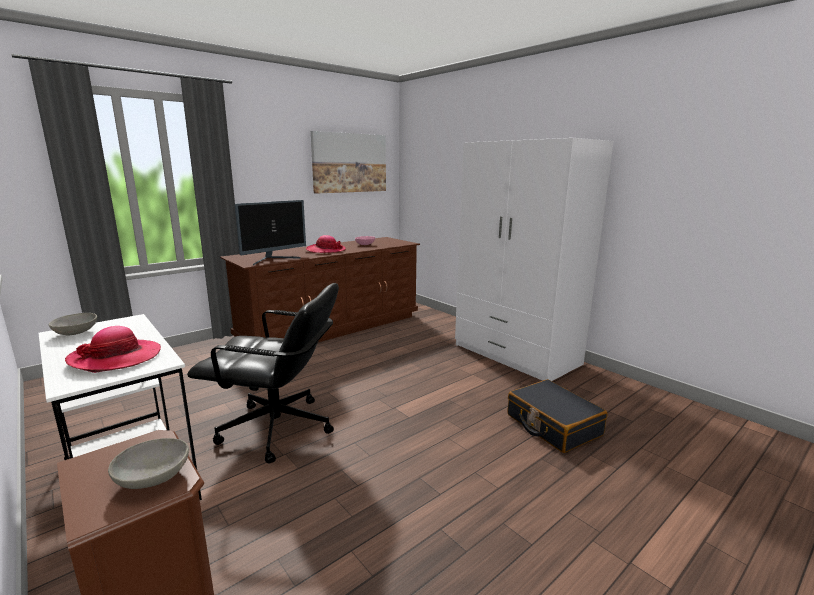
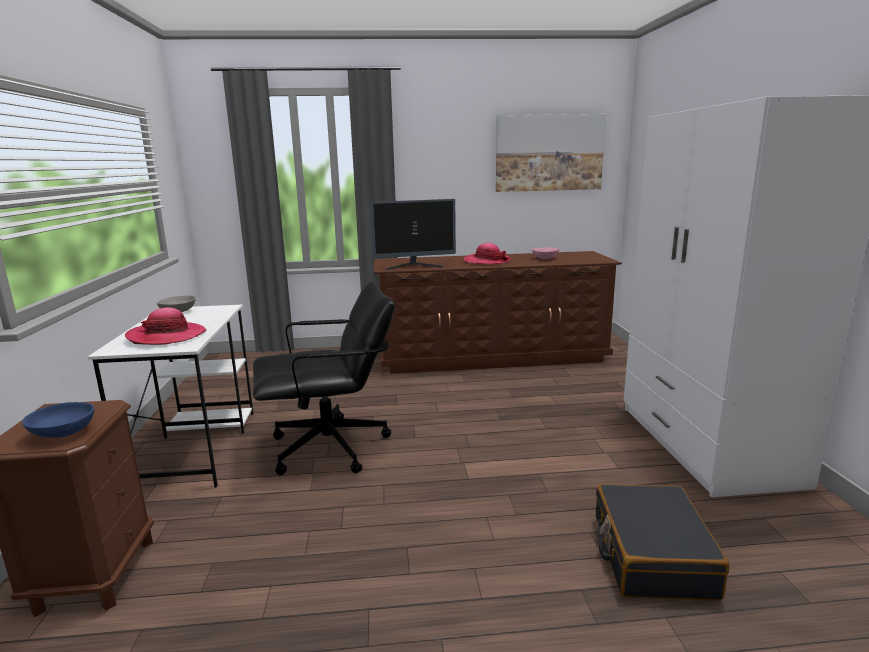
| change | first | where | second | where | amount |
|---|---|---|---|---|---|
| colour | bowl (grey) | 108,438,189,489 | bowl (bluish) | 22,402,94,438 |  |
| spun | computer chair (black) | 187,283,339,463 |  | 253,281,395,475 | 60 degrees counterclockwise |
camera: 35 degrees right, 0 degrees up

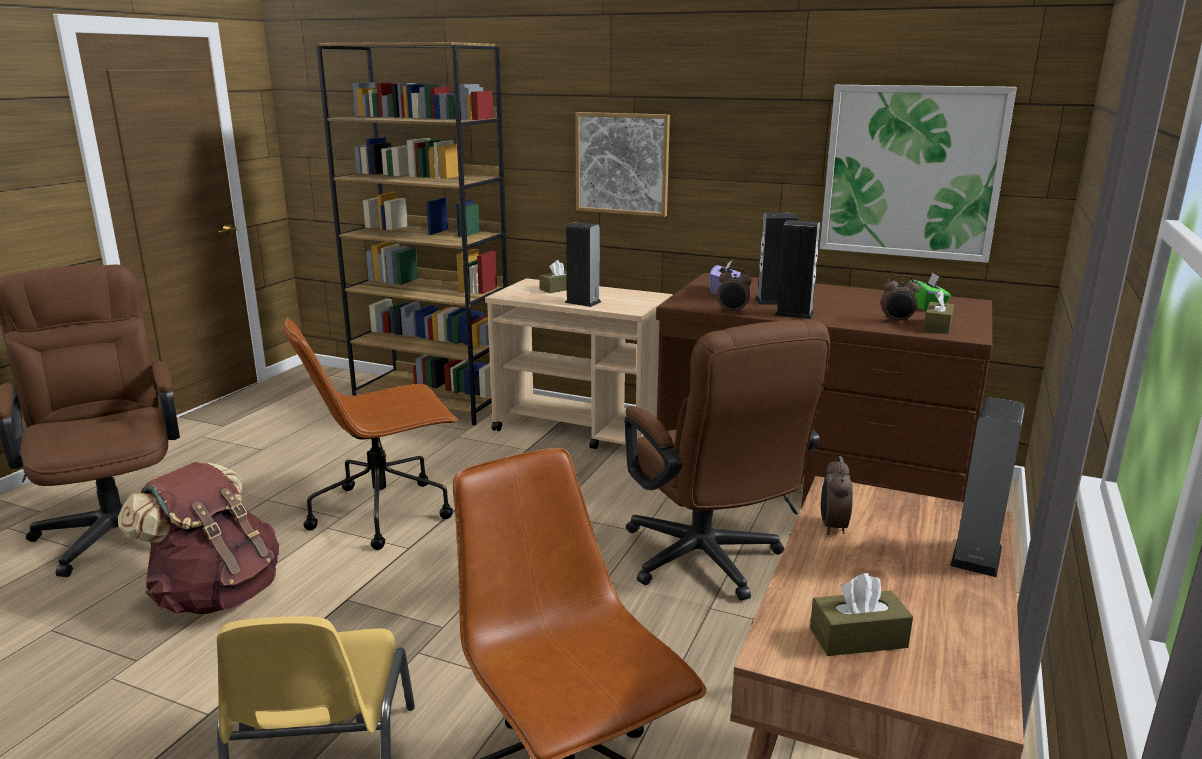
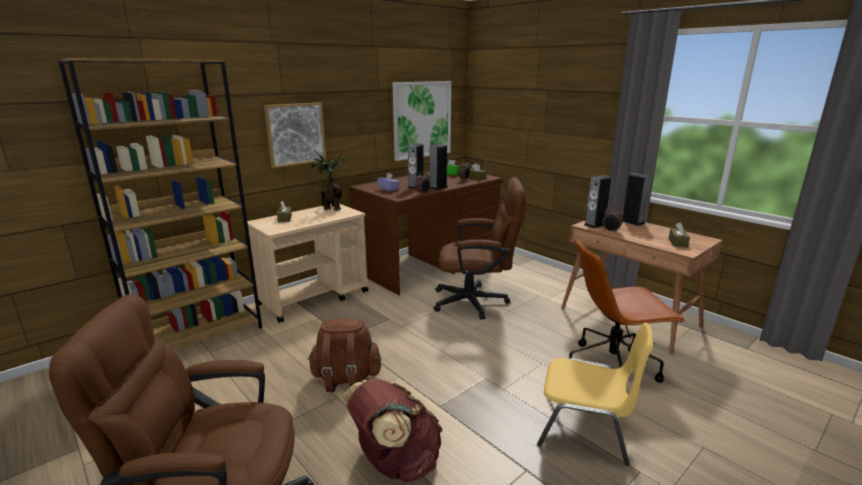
| change | first | where | second | where | amount |
|---|---|---|---|---|---|
| exchanged | computer chair (brown-coloured) | 283,318,458,550 | backpack (brown-coloured) | 308,318,381,392 |  |
| relocated | speaker | 565,222,601,307 |  | 584,175,611,228 |  |
| appeared |  |  | plant in a pot | 312,155,346,211 |  |
camera: 65 degrees left, 0 degrees up

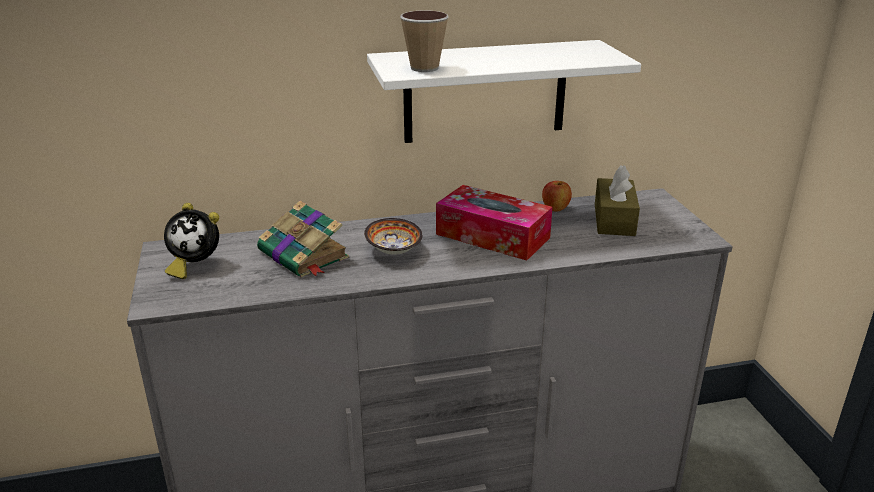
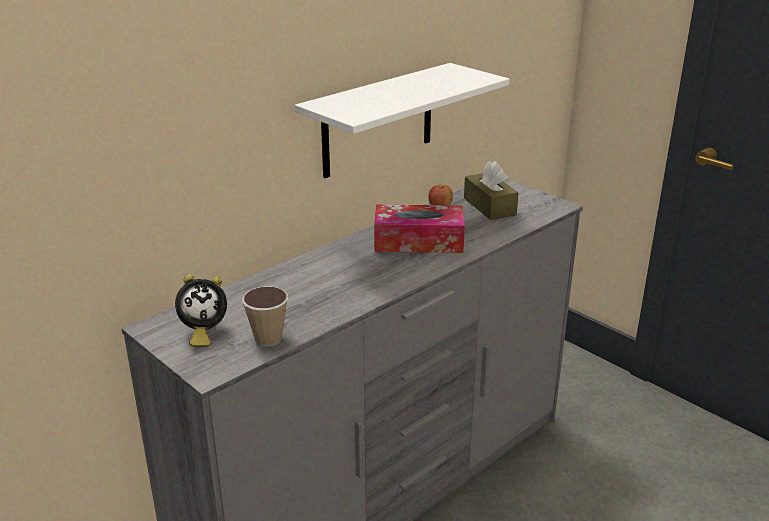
| change | first | where | second | where | amount |
|---|---|---|---|---|---|
| missing | bound book | 257,200,349,277 |  |  |  |
| missing | bowl | 364,218,422,255 |  |  |  |
| relocated | small cup | 400,11,449,72 |  | 242,286,288,347 |  |
camera: 30 degrees left, 0 degrees up

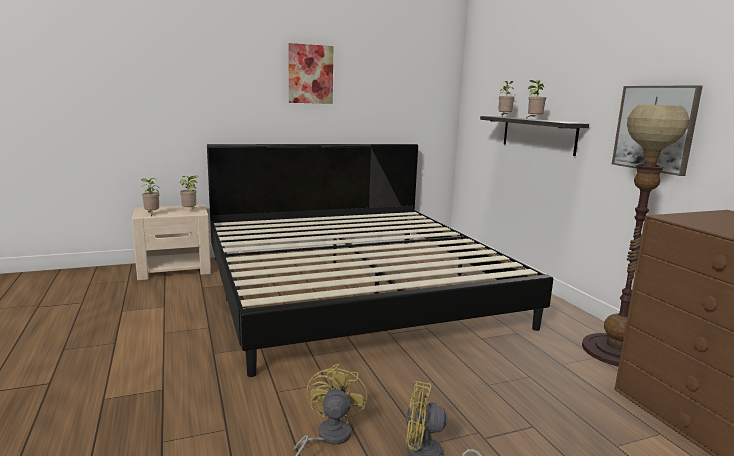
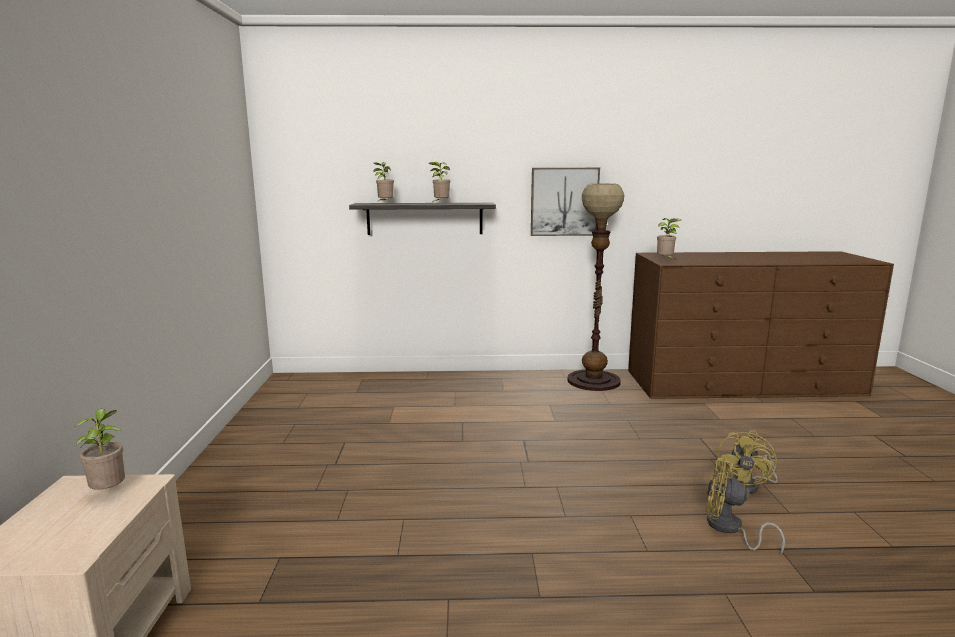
| change | first | where | second | where | amount |
|---|---|---|---|---|---|
| relocated | plant in a pot | 141,178,160,216 |  | 657,218,681,258 |  |
| missing | bed | 207,144,553,377 |  |  |  |
| missing | picture | 288,43,333,104 |  |  |  |
camera: 70 degrees left, 0 degrees up

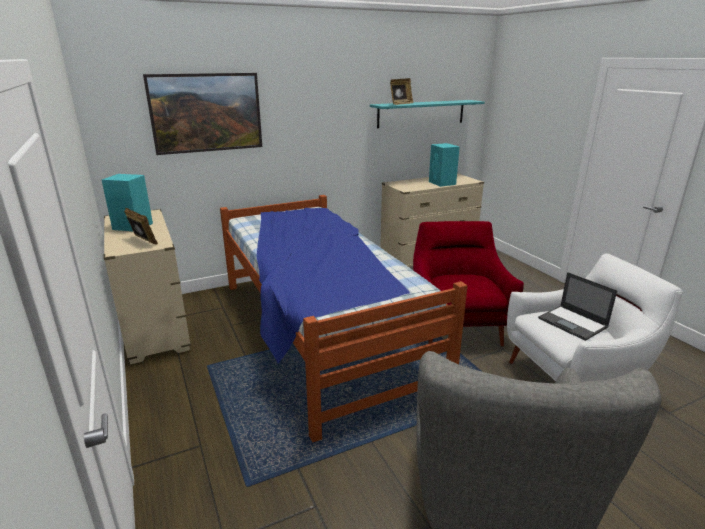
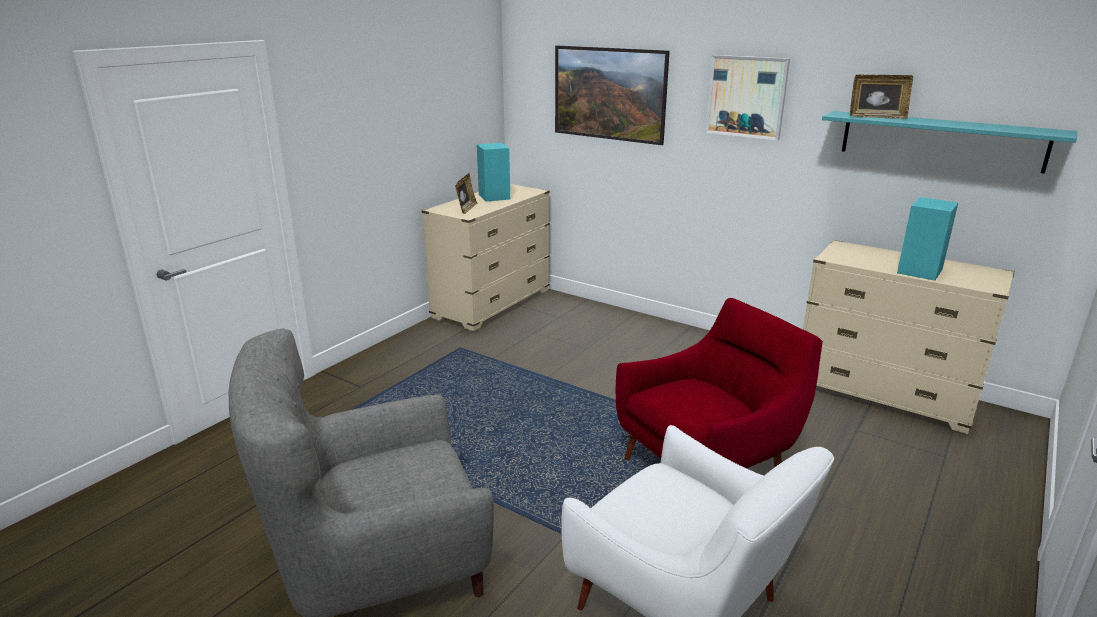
| change | first | where | second | where | amount |
|---|---|---|---|---|---|
| missing | bed | 220,195,467,442 |  |  |  |
| missing | laptop | 538,272,617,341 |  |  |  |
| appeared |  |  | picture | 705,55,790,141 |  |
camera: 60 degrees right, 0 degrees up

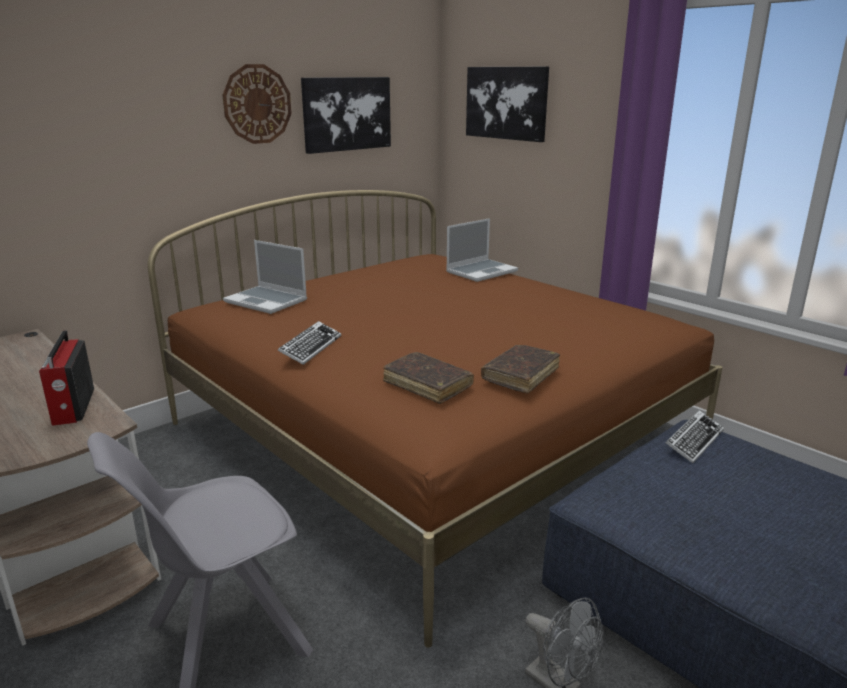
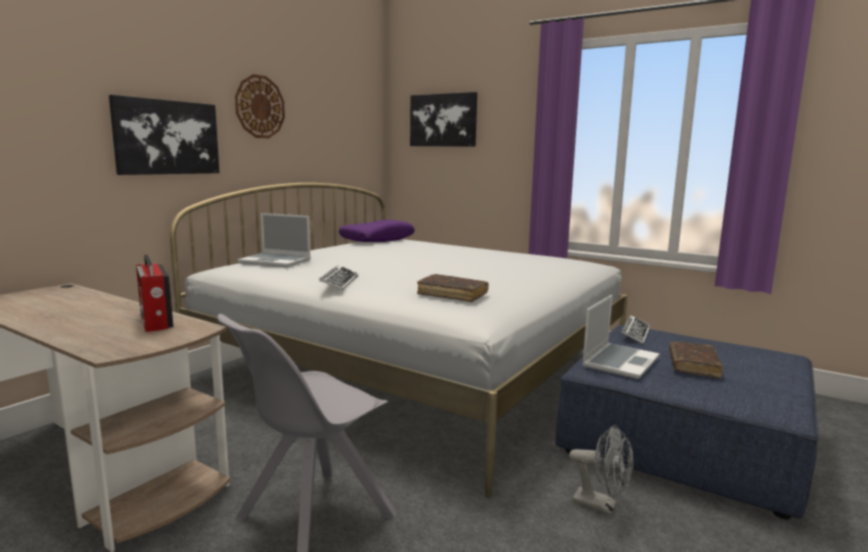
| change | first | where | second | where | amount |
|---|---|---|---|---|---|
| colour | bed (brown-coloured) | 148,190,723,648 | bed (white-coloured) | 170,183,628,498 |  |
| relocated | picture | 301,77,391,154 |  | 109,95,219,175 |  |
| relocated | laptop | 446,218,518,282 |  | 582,295,660,379 |  |
| relocated | bound book (brown-coloured) | 481,345,560,393 |  | 669,342,723,378 |  |
| appeared |  |  | pillow (purplish) | 339,220,415,242 |  |
camera: 15 degrees left, 10 degrees down

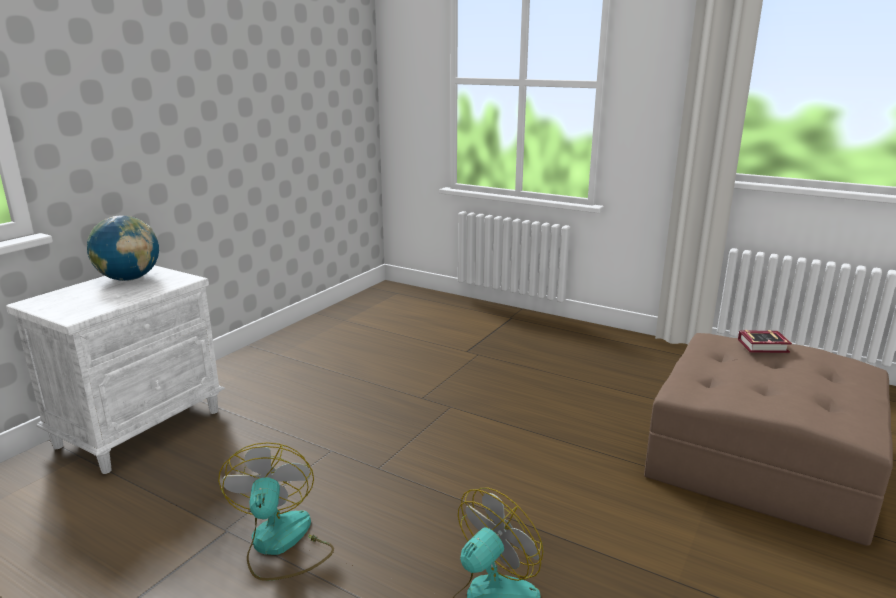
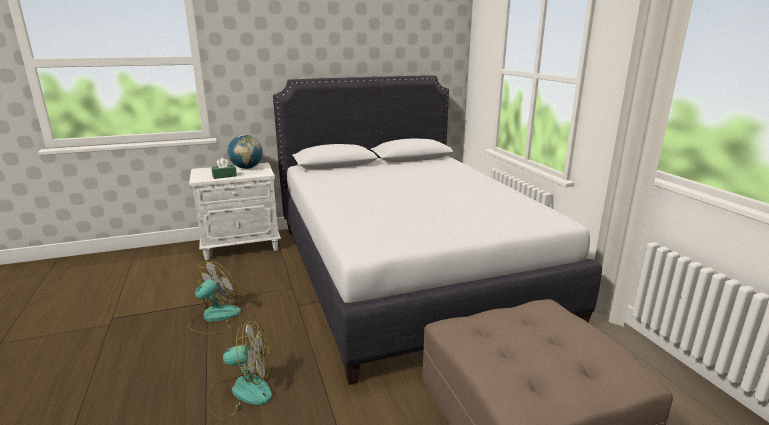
| change | first | where | second | where | amount |
|---|---|---|---|---|---|
| missing | bound book | 738,330,792,353 |  |  |  |
| appeared |  |  | tissue holder (greenish) | 211,158,237,179 |  |
| appeared |  |  | bed (white-coloured) | 273,75,602,385 |  |
camera: 40 degrees right, 0 degrees up

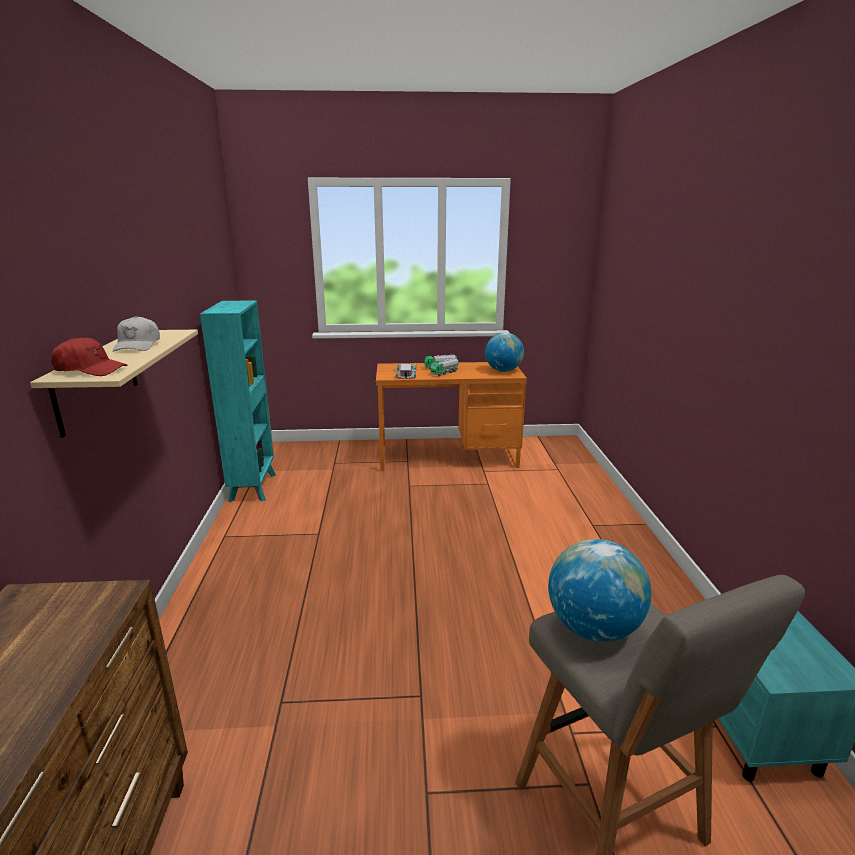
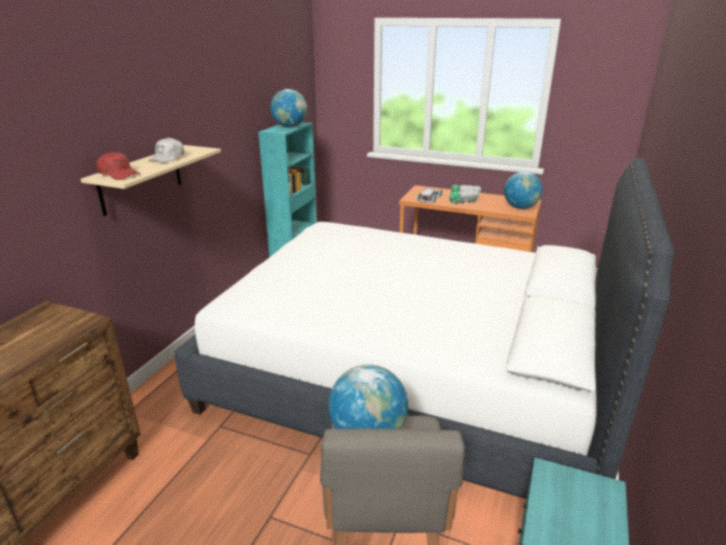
| change | first | where | second | where | amount |
|---|---|---|---|---|---|
| appeared |  |  | bed (white-coloured) | 175,158,675,499 |  |
| appeared |  |  | globe | 270,89,307,127 |  |
camera: 25 degrees right, 5 degrees up

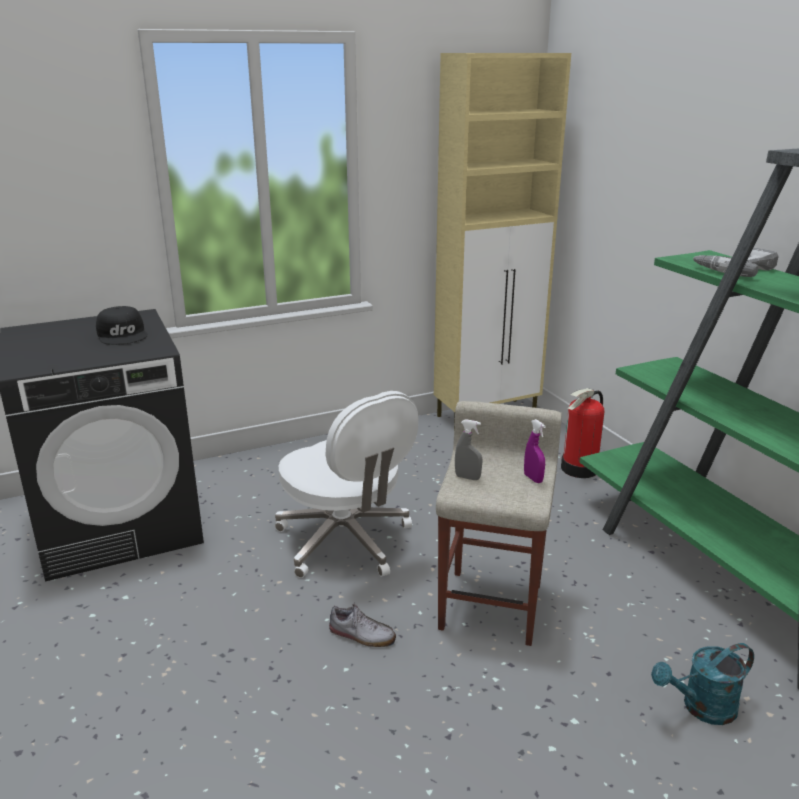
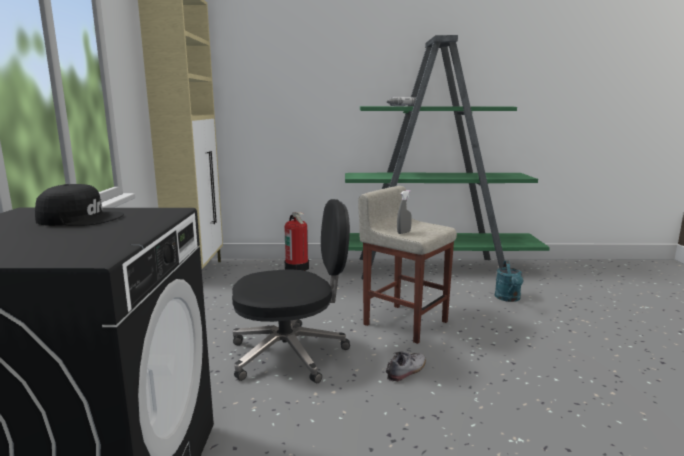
| change | first | where | second | where | amount |
|---|---|---|---|---|---|
| colour | computer chair (white-coloured) | 275,391,418,578 | computer chair (black) | 232,199,350,384 |  |
| missing | sprayer (purplish) | 524,419,546,483 |  |  |  |
camera: 65 degrees left, 10 degrees down

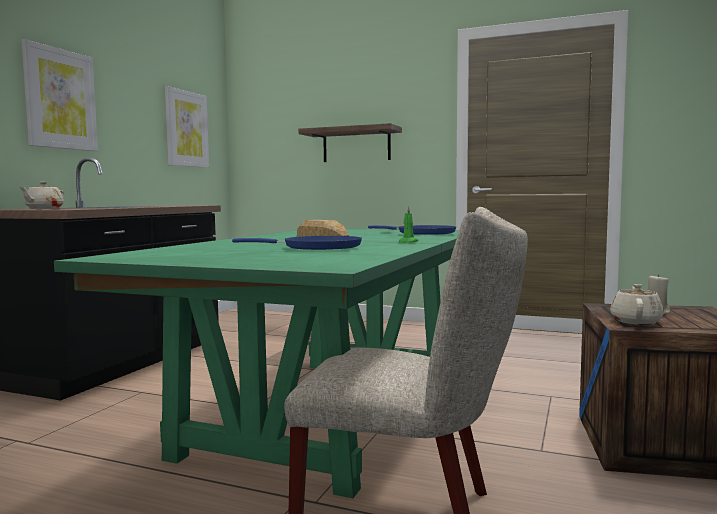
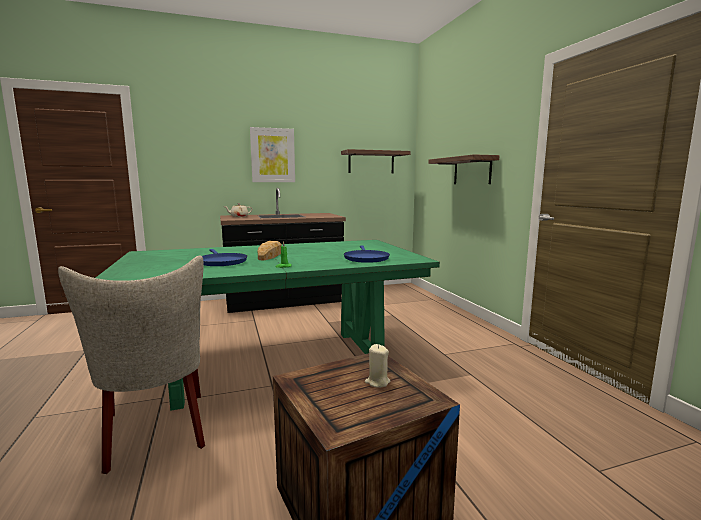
| change | first | where | second | where | amount |
|---|---|---|---|---|---|
| exchanged | picture | 165,86,209,168 | wall shelf | 341,149,411,173 |  |
| missing | pot for tea (sand-coloured) | 610,284,664,325 |  |  |  |
camera: 50 degrees right, 5 degrees up

